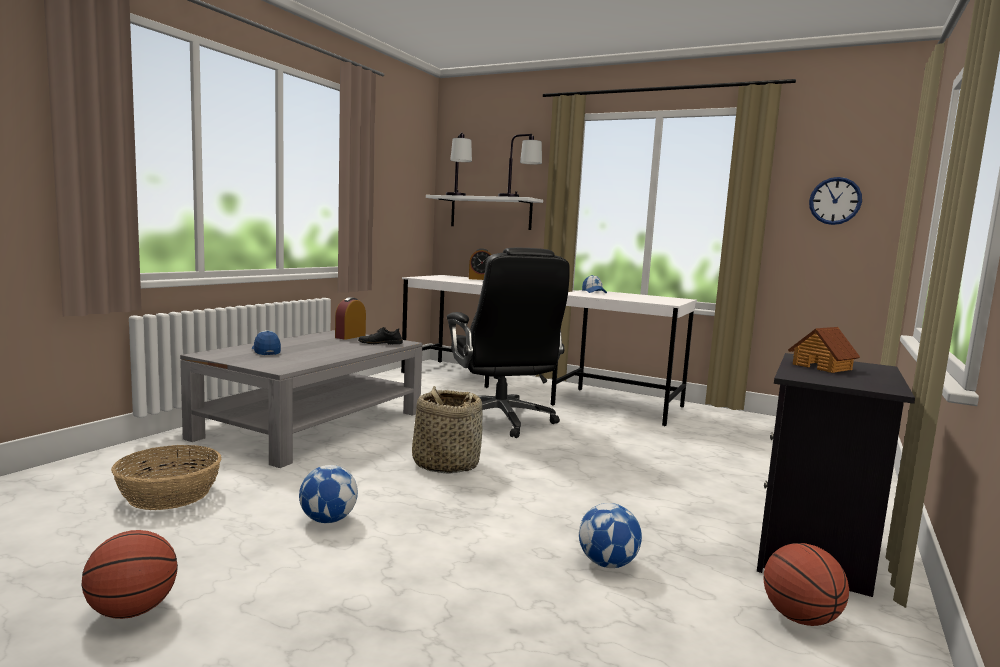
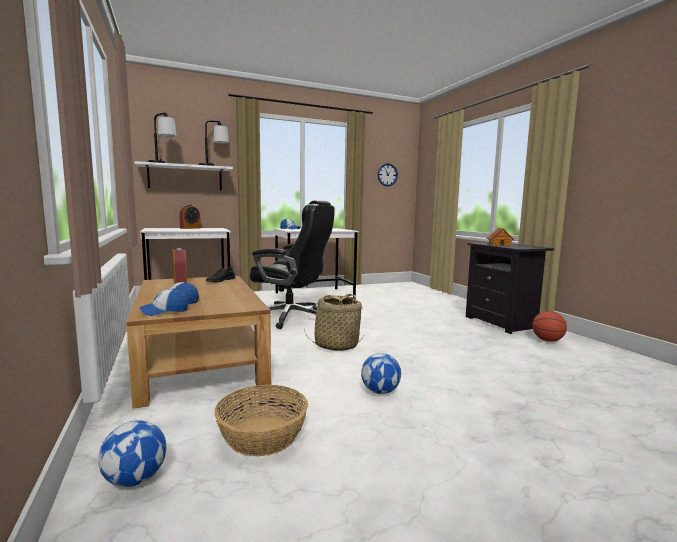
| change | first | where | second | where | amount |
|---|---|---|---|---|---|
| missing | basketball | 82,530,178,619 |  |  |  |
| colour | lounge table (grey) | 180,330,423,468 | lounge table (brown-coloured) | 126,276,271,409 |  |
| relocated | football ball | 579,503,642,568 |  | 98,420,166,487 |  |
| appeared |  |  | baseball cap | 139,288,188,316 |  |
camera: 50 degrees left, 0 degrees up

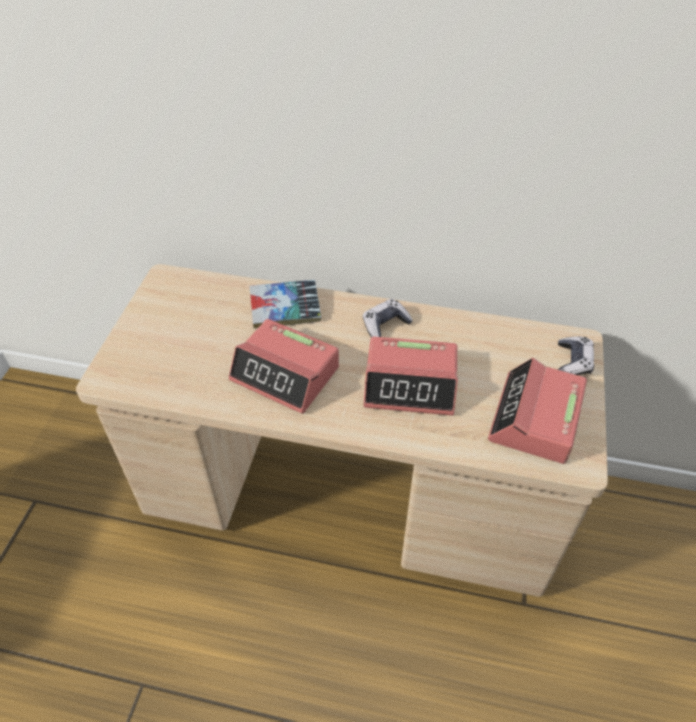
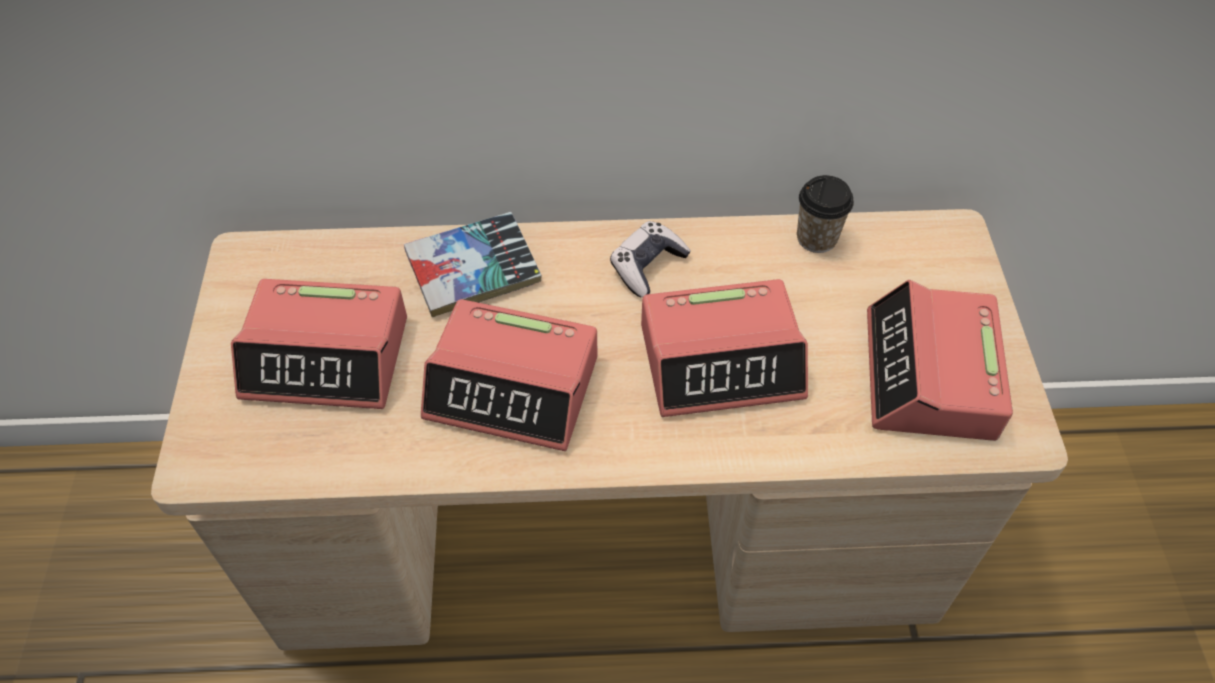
| change | first | where | second | where | amount |
|---|---|---|---|---|---|
| missing | gamepad | 558,337,594,375 |  |  |  |
| appeared |  |  | table clock | 231,279,407,409 |  |
| appeared |  |  | small cup | 797,175,854,253 |  |
camera: 15 degrees left, 5 degrees up

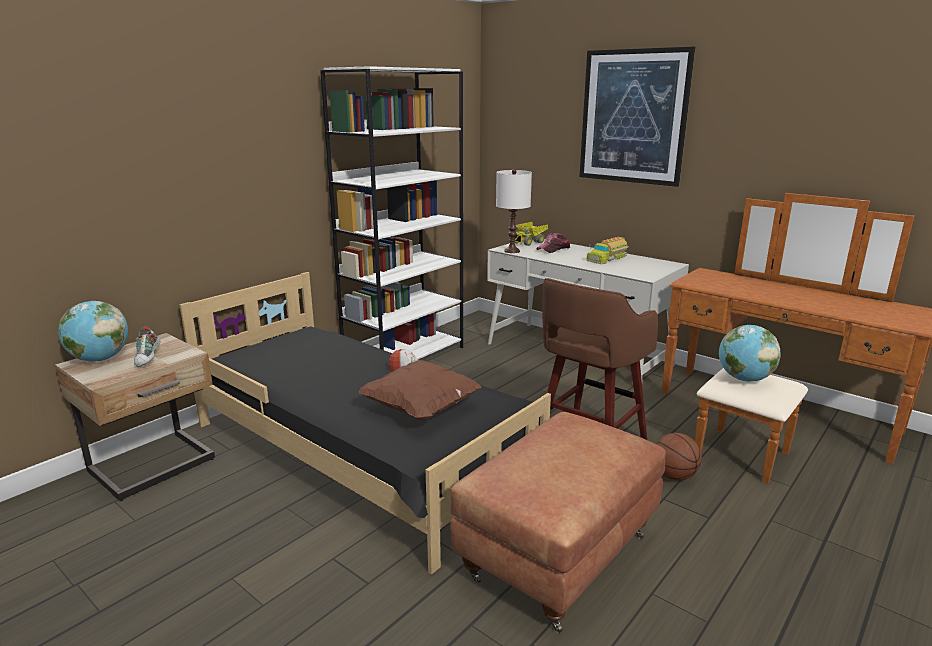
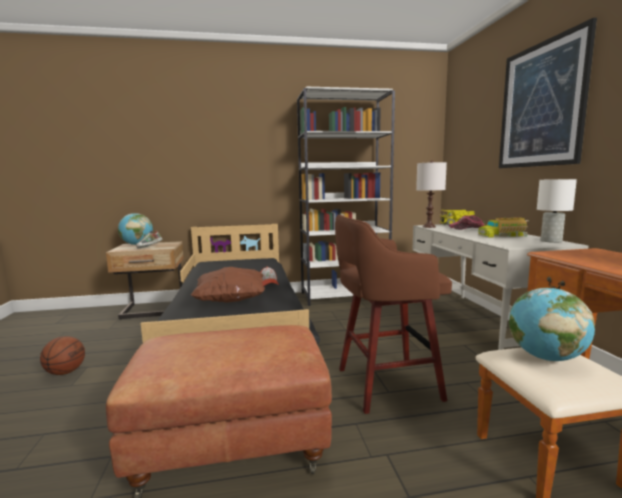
| change | first | where | second | where | amount |
|---|---|---|---|---|---|
| relocated | basketball | 656,433,702,480 |  | 40,336,85,375 |  |
| appeared |  |  | table lamp (white-coloured) | 537,179,577,243 |  |
camera: 40 degrees right, 10 degrees down

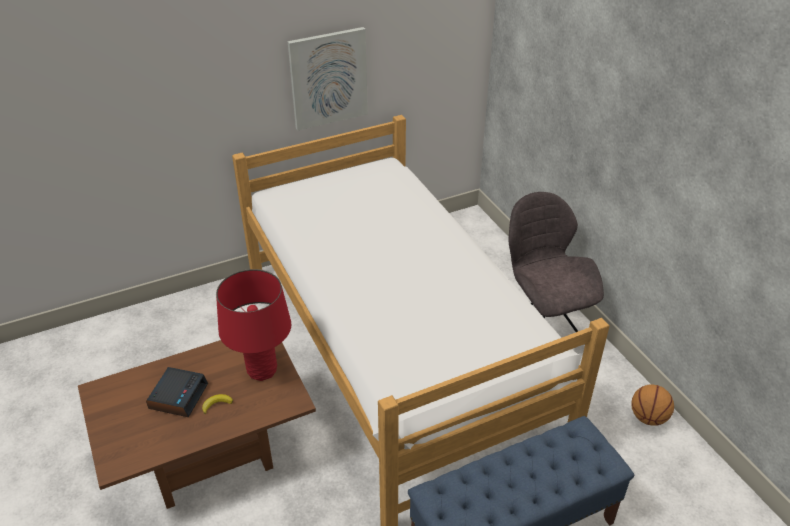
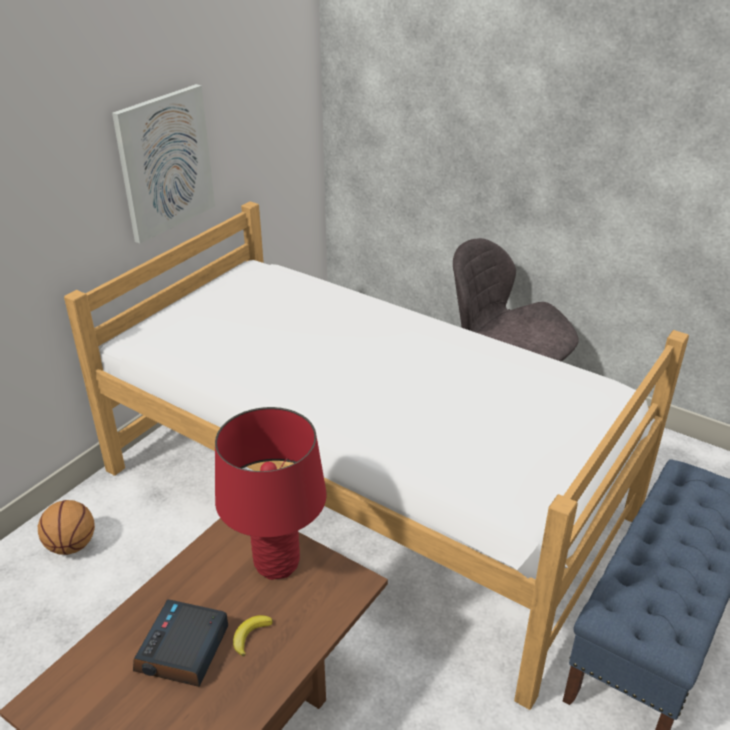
| change | first | where | second | where | amount |
|---|---|---|---|---|---|
| spun | table clock | 146,367,208,417 |  | 133,599,228,687 | 150 degrees counterclockwise |
| relocated | basketball | 631,384,674,426 |  | 38,500,95,555 |  |
camera: 30 degrees left, 5 degrees down

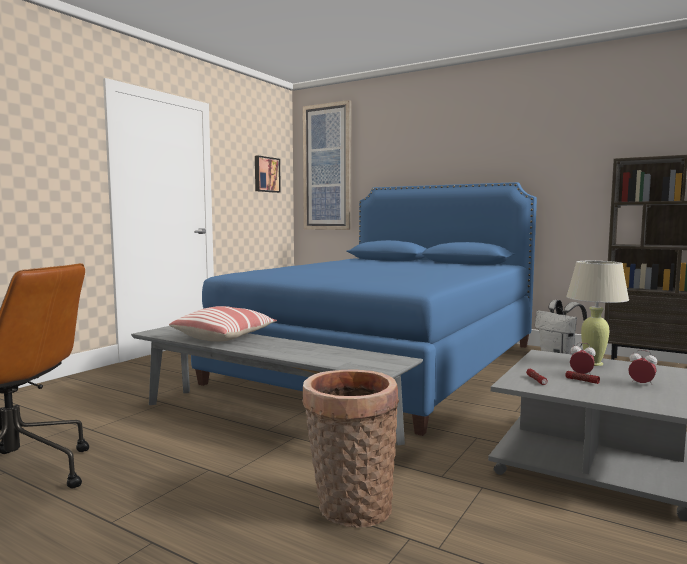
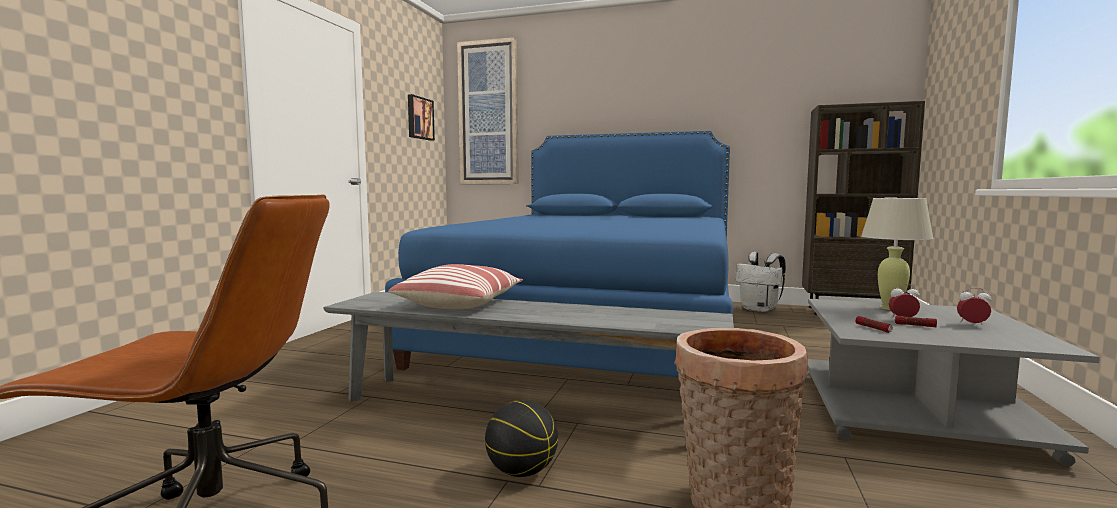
| change | first | where | second | where | amount |
|---|---|---|---|---|---|
| appeared |  |  | basketball | 485,400,558,477 |  |
camera: 15 degrees left, 0 degrees up

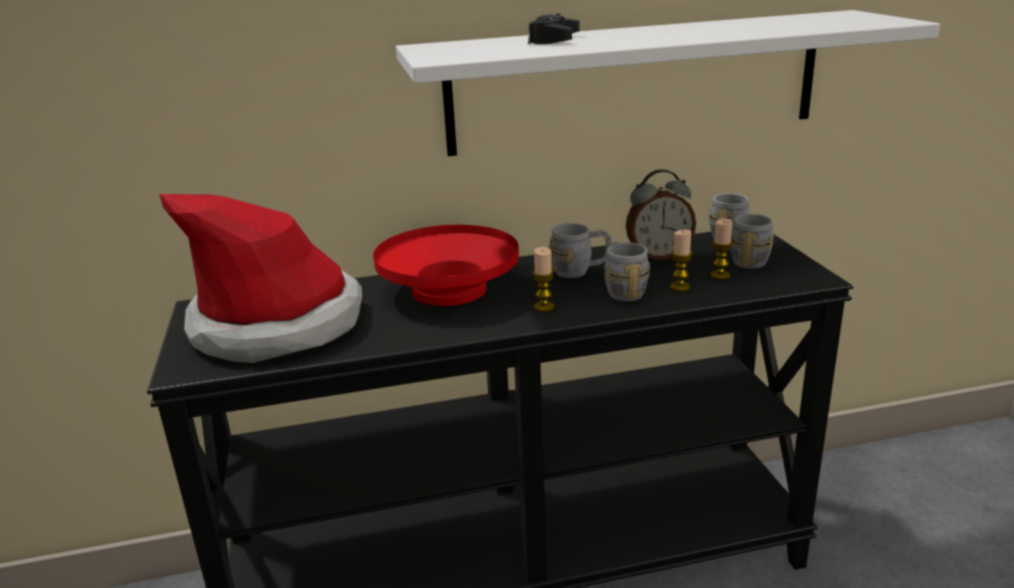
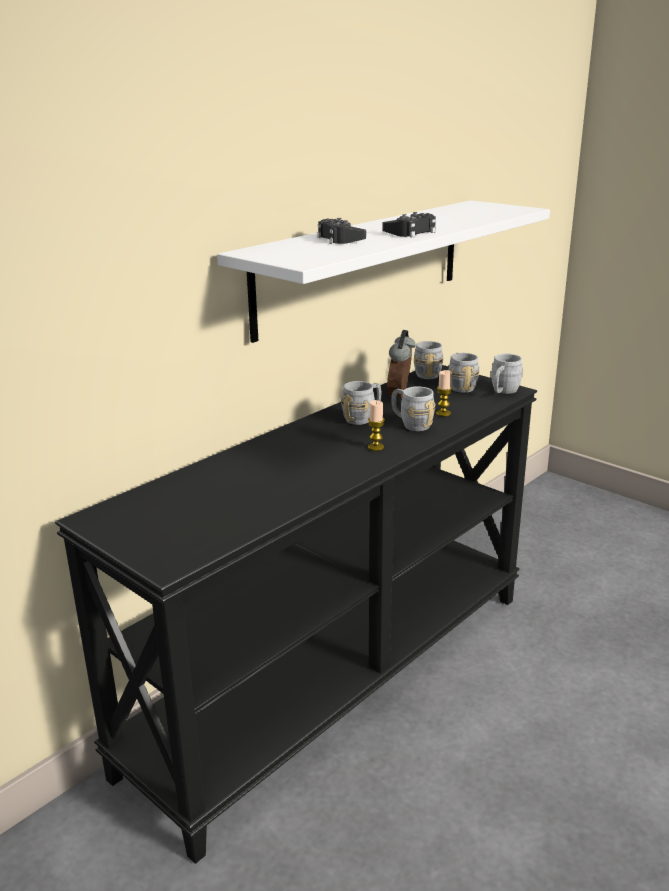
| change | first | where | second | where | amount |
|---|---|---|---|---|---|
| missing | hat | 159,194,362,363 |  |  |  |
| missing | bowl (red) | 373,225,519,306 |  |  |  |
| spun | table clock | 626,169,696,260 |  | 387,330,416,398 | 150 degrees clockwise |
| missing | wax candle | 710,219,733,280 |  |  |  |
| appeared |  |  | gamepad (black) | 382,212,436,238 |  |
| appeared |  |  | coffee mug (grey) | 491,354,523,394 |  |
camera: 35 degrees left, 0 degrees up

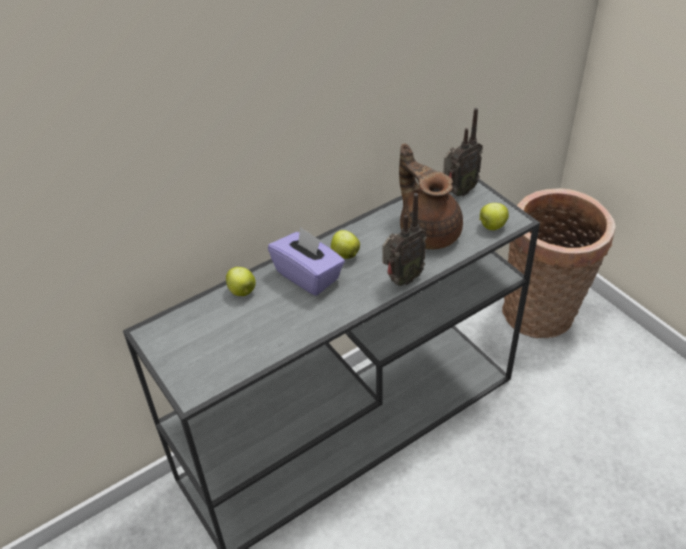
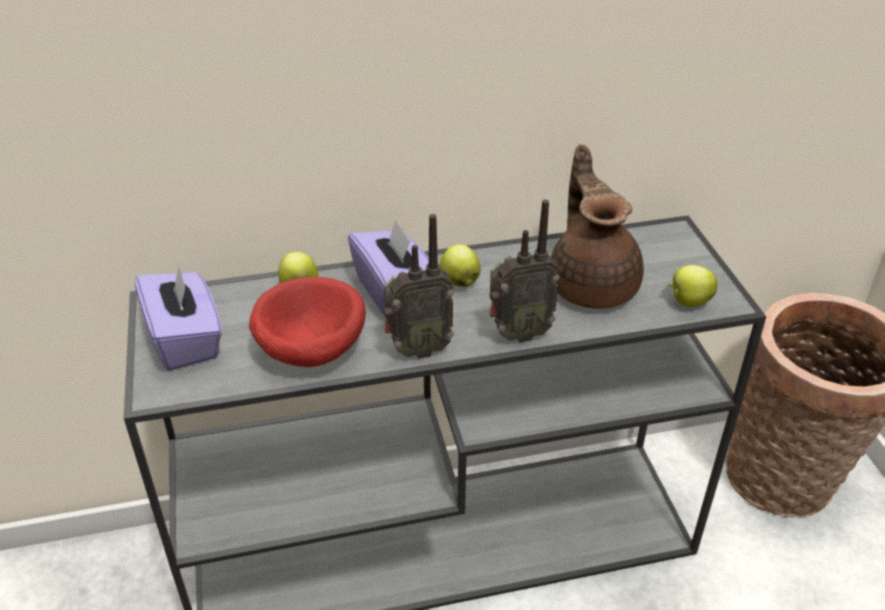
| change | first | where | second | where | amount |
|---|---|---|---|---|---|
| relocated | radio set | 443,108,483,196 |  | 383,214,454,359 |  |
| appeared |  |  | tissue holder (purplish) | 135,262,222,371 |  |
| appeared |  |  | bowl (red) | 249,277,366,367 |  |
camera: 20 degrees right, 5 degrees down

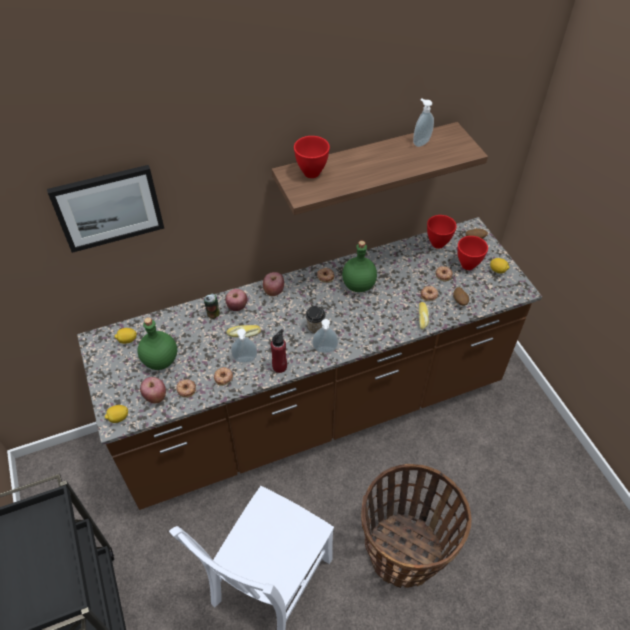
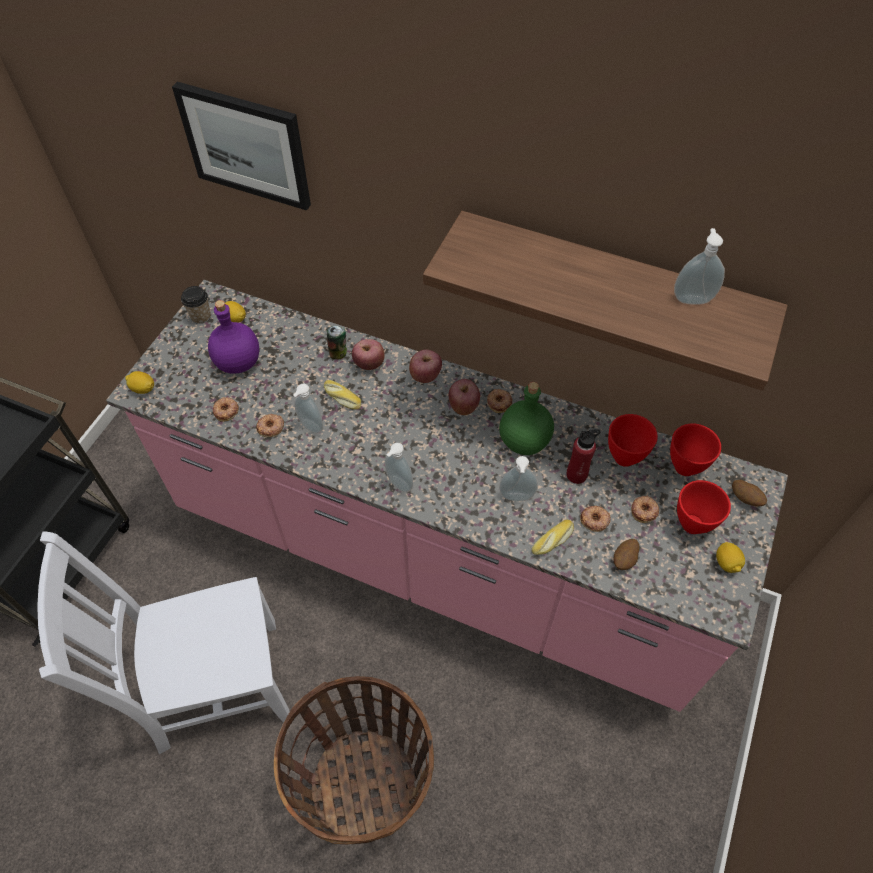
| change | first | where | second | where | amount |
|---|---|---|---|---|---|
| colour | counter (brown-coloured) | 77,217,542,510 | counter (pink) | 106,280,788,712 |  |
| colour | drink bottle (greenish) | 137,317,177,370 | drink bottle (purplish) | 208,300,259,374 |  |
| relocated | whole apple | 140,377,166,404 |  | 448,379,480,415 |  |
| relocated | drink bottle (red) | 271,329,287,373 |  | 566,429,601,484 |  |
| relocated | bowl (red) | 294,136,330,178 |  | 608,414,658,467 |  |
| relocated | small cup | 305,306,326,334 |  | 181,286,211,324 |  |
| appeared |  |  | liquid soap bottle | 499,456,538,501 |  |
camera: 45 degrees right, 5 degrees up

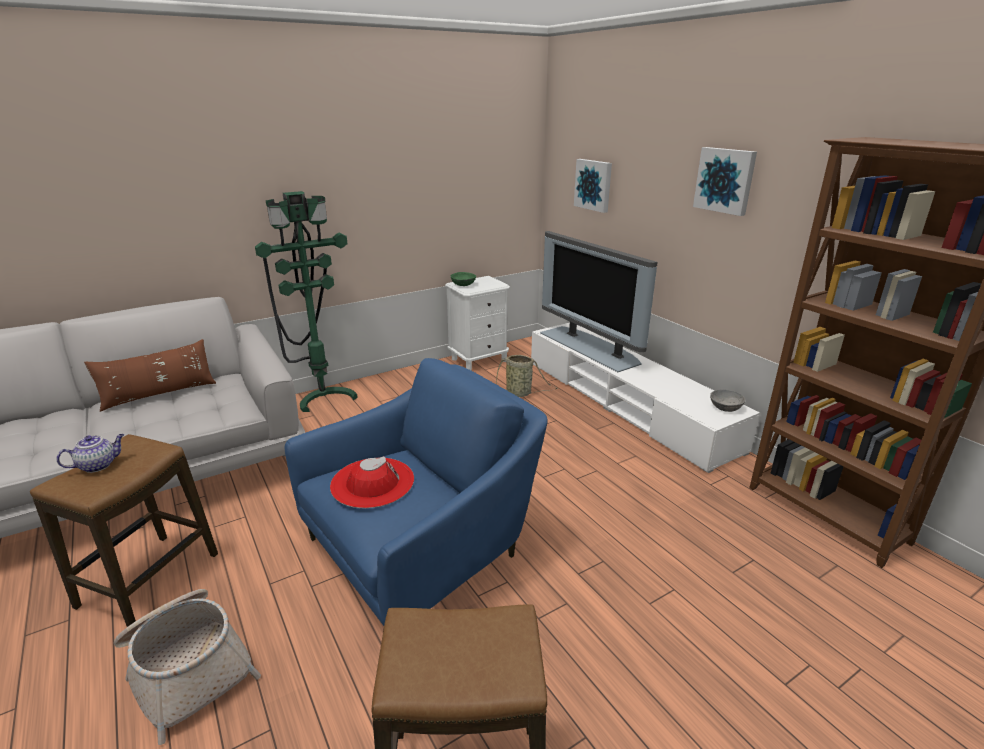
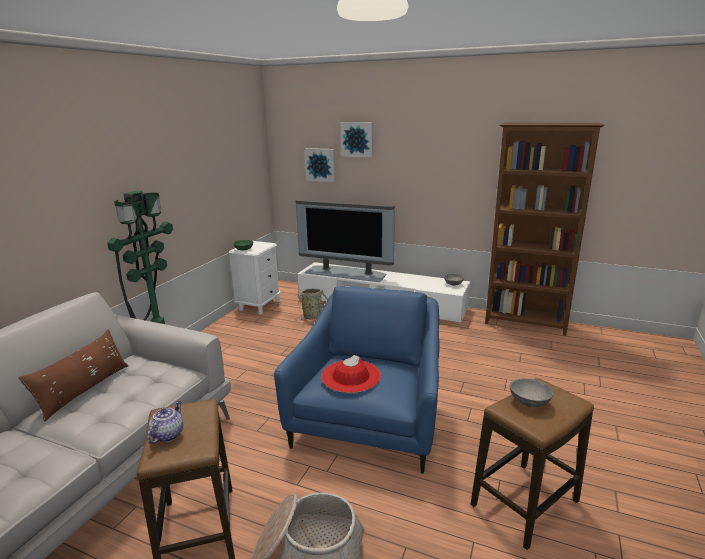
| change | first | where | second | where | amount |
|---|---|---|---|---|---|
| relocated | picture | 693,147,757,216 |  | 340,122,373,157 |  |
| appeared |  |  | bowl (grey) | 510,378,553,407 |  |
camera: 35 degrees left, 5 degrees down

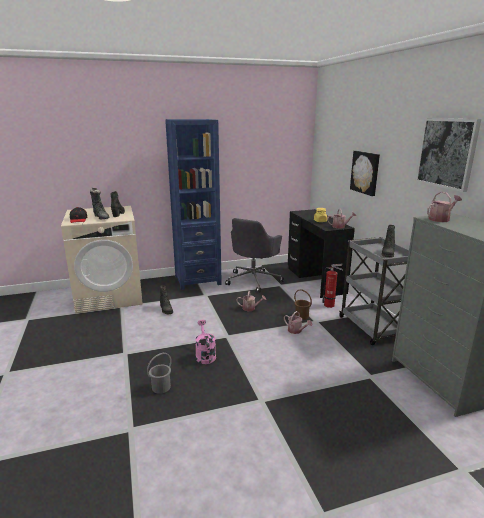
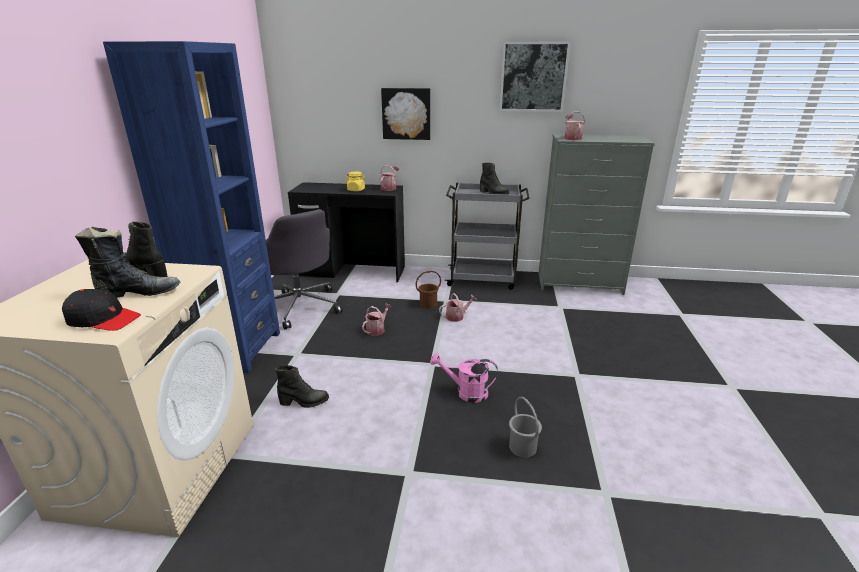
| change | first | where | second | where | amount |
|---|---|---|---|---|---|
| missing | fire extinguisher | 322,264,343,308 |  |  |  |
camera: 65 degrees left, 5 degrees up

